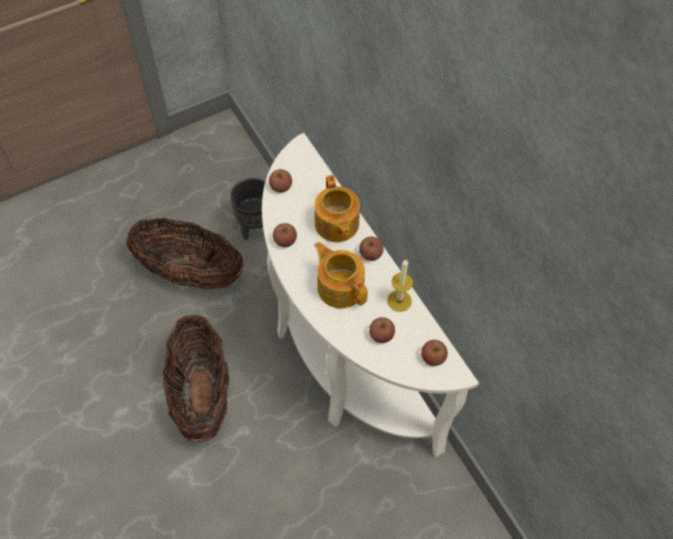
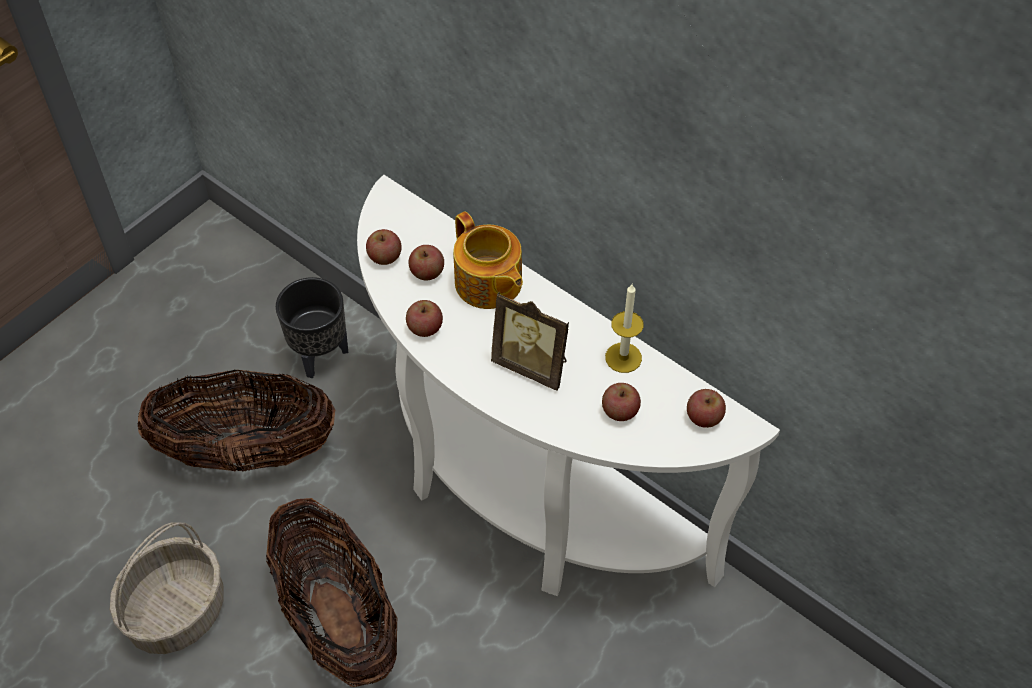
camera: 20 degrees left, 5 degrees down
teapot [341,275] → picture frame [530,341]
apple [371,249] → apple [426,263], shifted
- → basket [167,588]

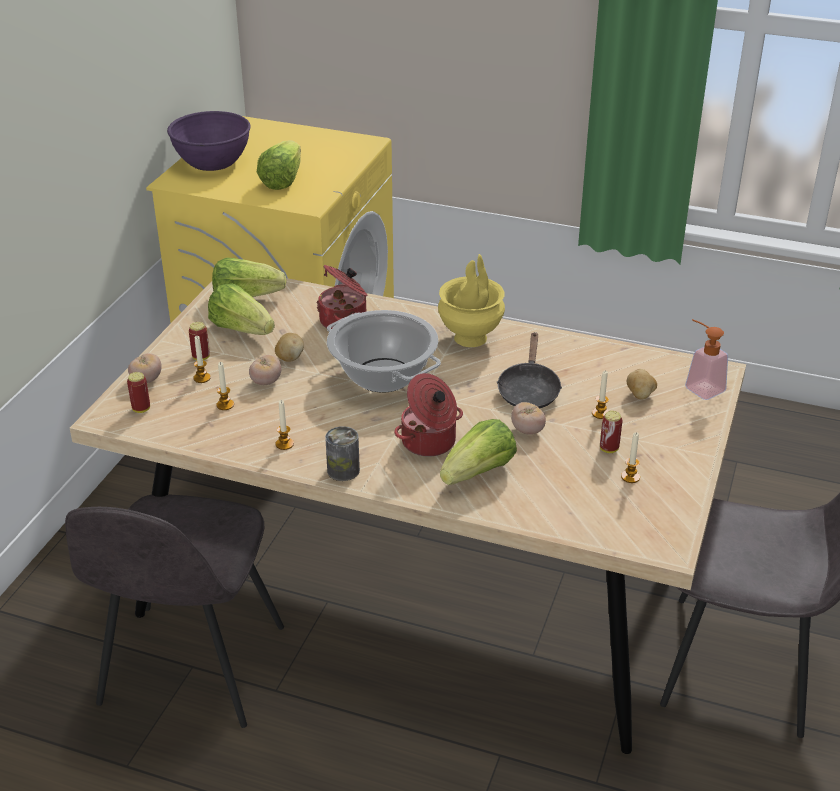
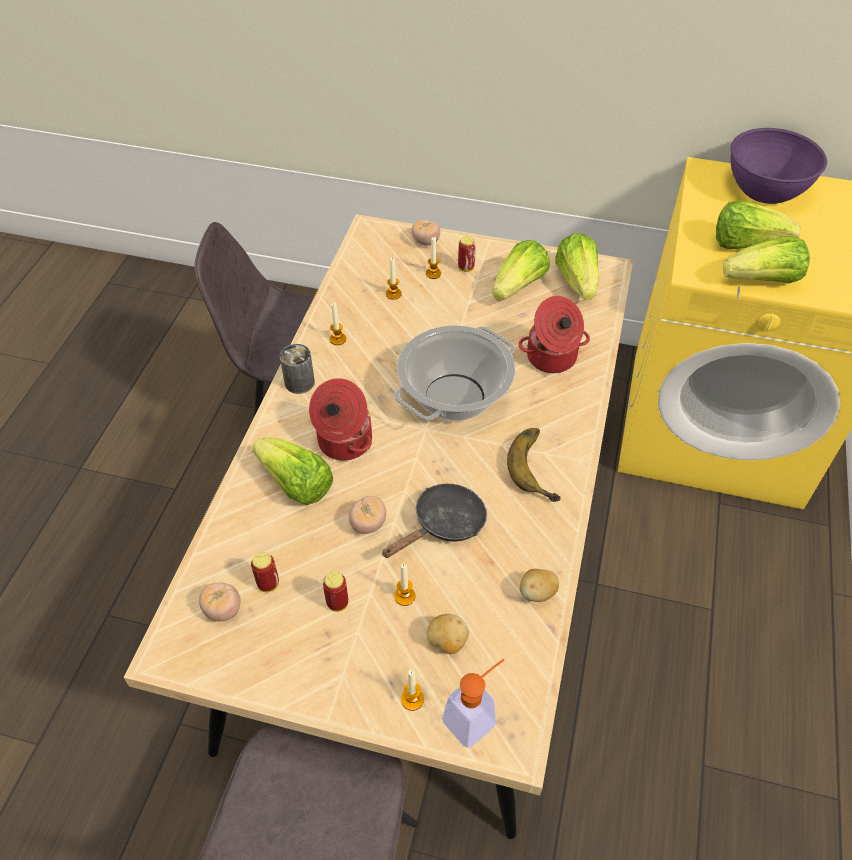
camera: 85 degrees right, 15 degrees up
can [138,392] → can [265,572], shifted
tomato [265,370] → tomato [220,602], shifted
potato [289,347] → potato [539,585], shifted
yellow vase [471,300] → banana [534,465]
black frying pan [529,370] → black frying pan [434,521], 135 degrees clockwise
candle [630,457] → candle [412,690], shifted
- → lettuce [766,260]

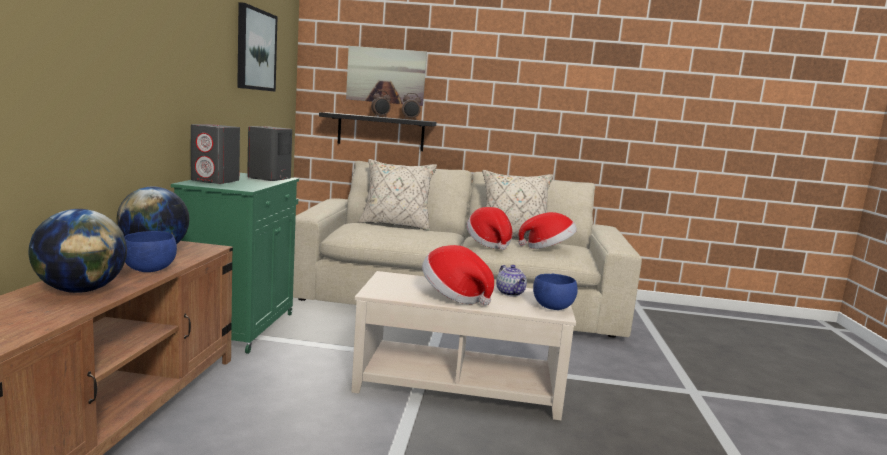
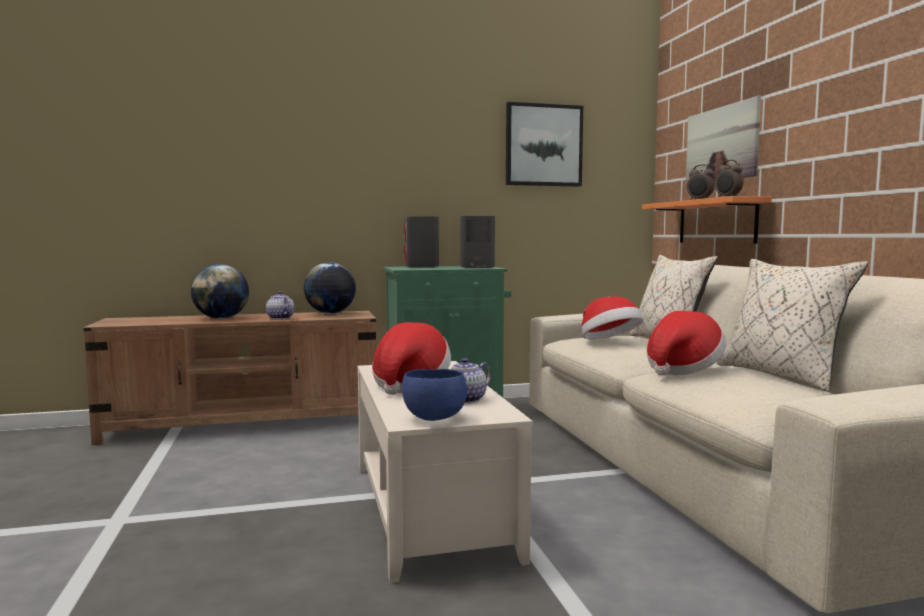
camera: 70 degrees right, 5 degrees down
blue bowl [151,251] → teapot [280,305]
black shelf [377,131] → orange shelf [707,220]
hat [547,230] → hat [612,318], shifted

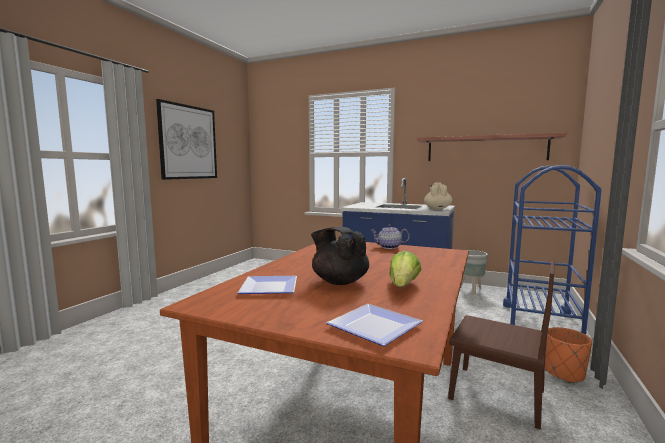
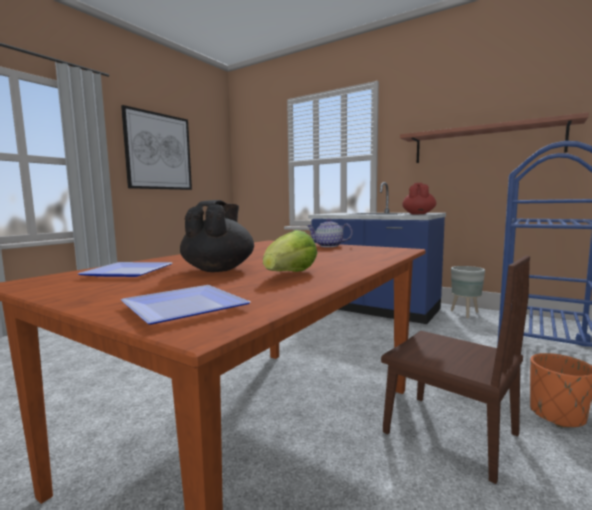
camera: 10 degrees right, 0 degrees up
black teapot [340,256] → black teapot [217,236], 45 degrees clockwise
beige teapot [438,196] → red teapot [419,198]

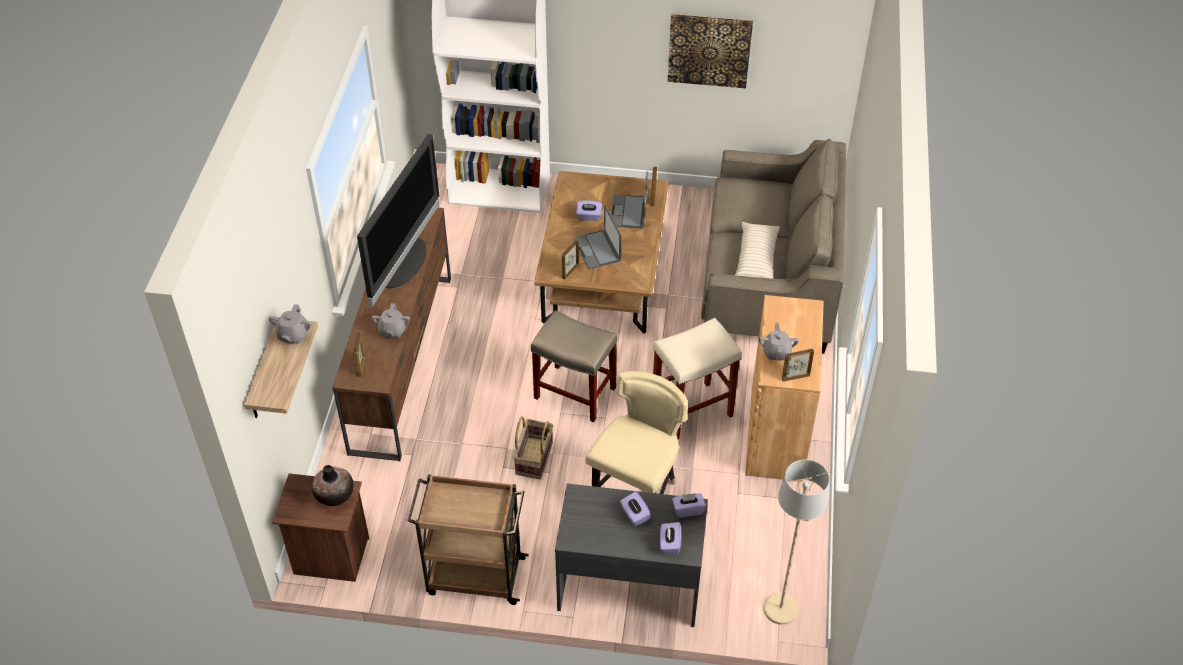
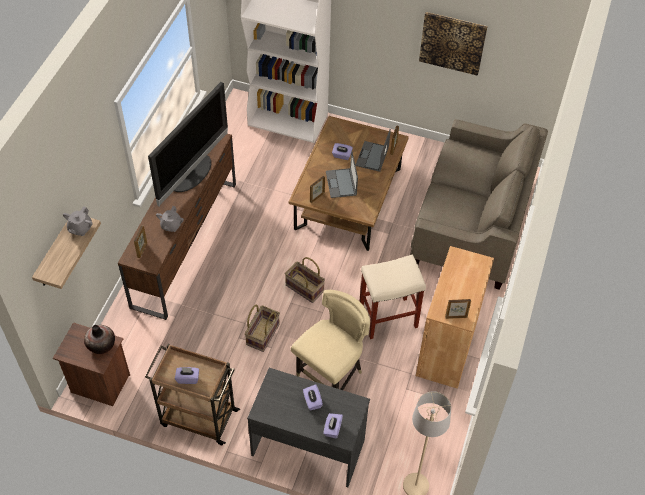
camera: 10 degrees right, 5 degrees up
beige stool [574,366] → basket [305,280]
purple tissue box [689,505] → purple tissue box [187,375], shifted
beige pillow [757,250] → -
grey teapot [778,342] → -

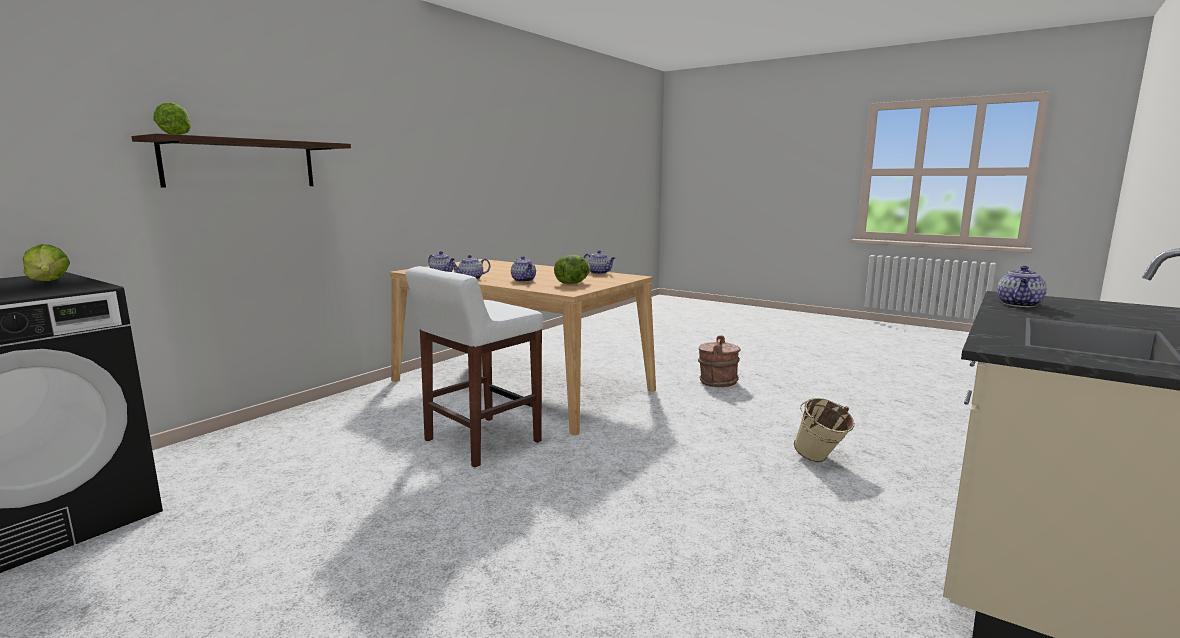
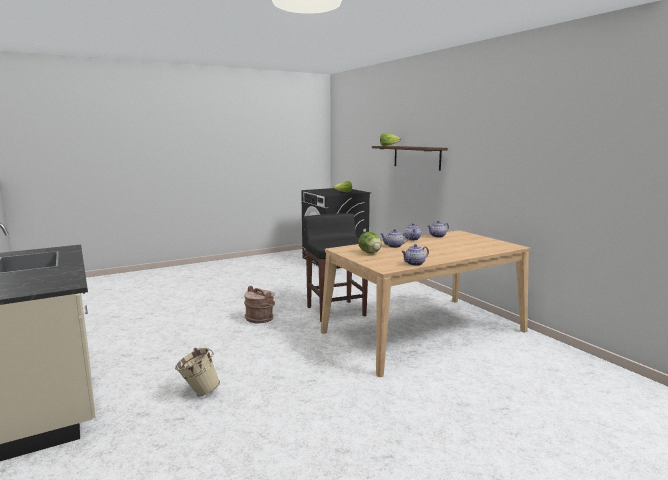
camera: 115 degrees right, 0 degrees up
white stool [474,366] → black stool [335,267]
brown bucket [719,361] → brown bucket [259,304], shifted
teapot [1022,286] → -

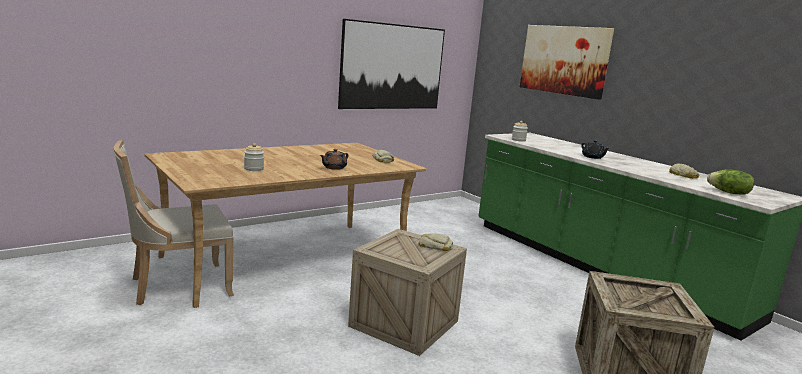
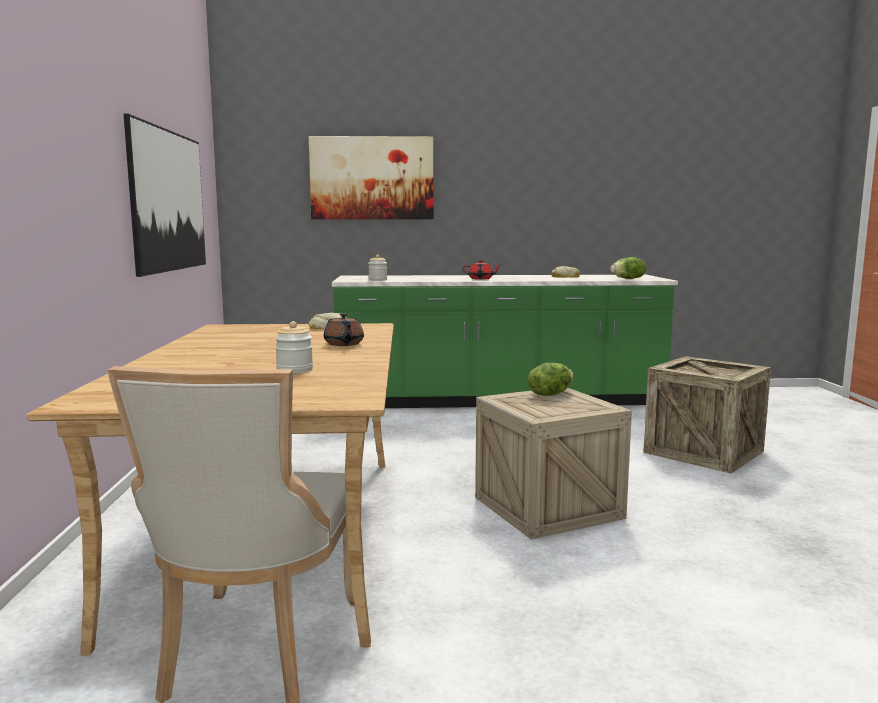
camera: 55 degrees left, 5 degrees down
bread [436,242] → lettuce [550,379]
black teapot [595,149] → red teapot [481,270]

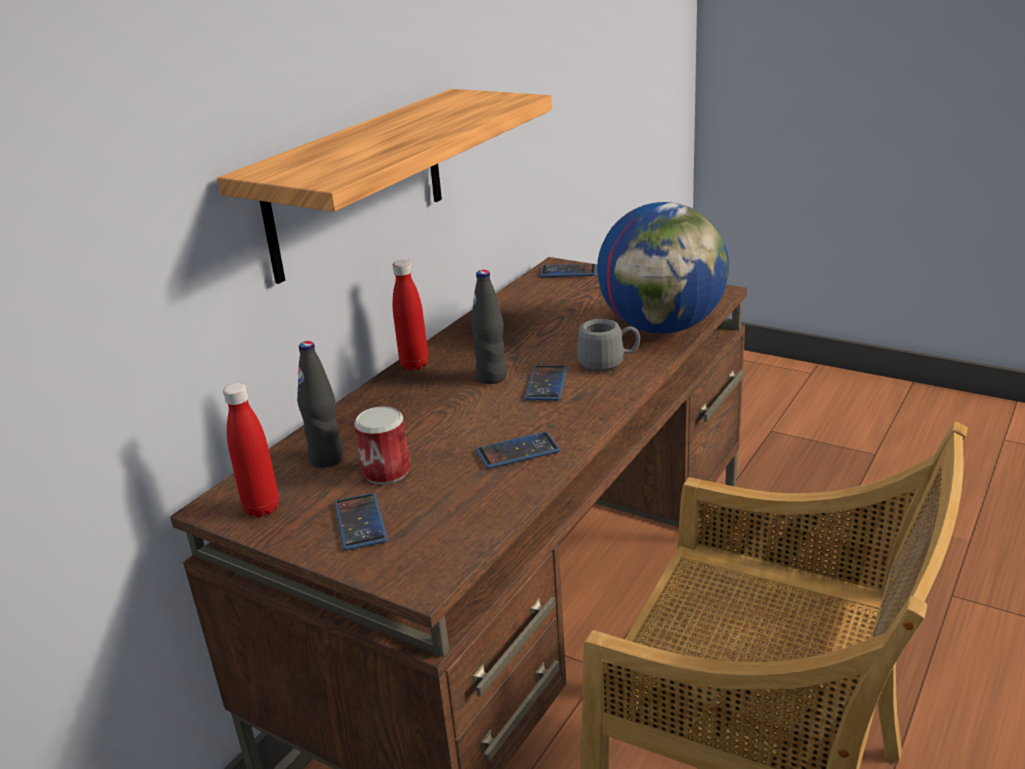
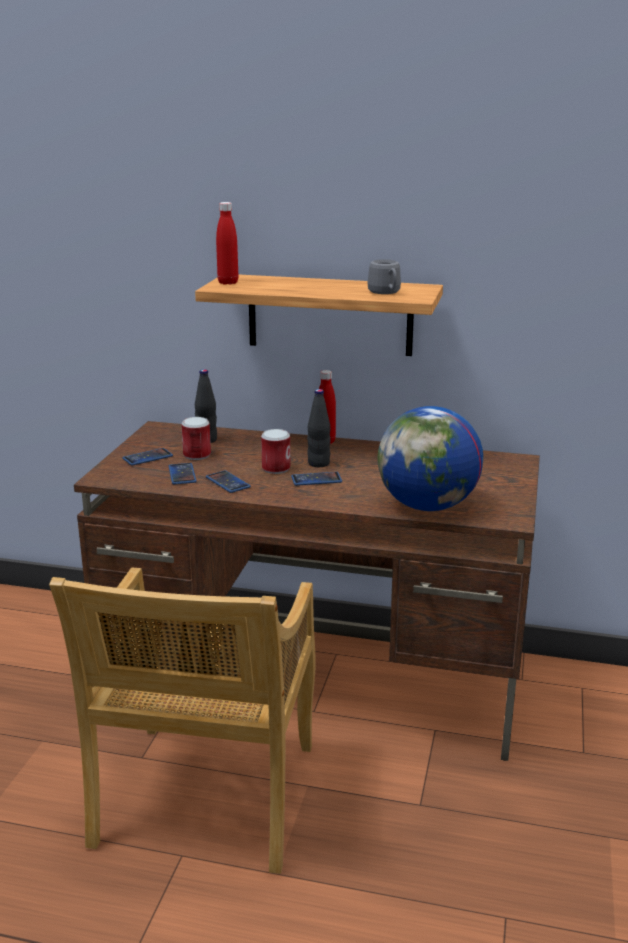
camera: 70 degrees right, 5 degrees down
red bottle [251,450] → red bottle [227,243], shifted
phone [568,270] → phone [183,473], shifted
grey mug [608,345] → grey mug [384,276], shifted
- → can [275,451]

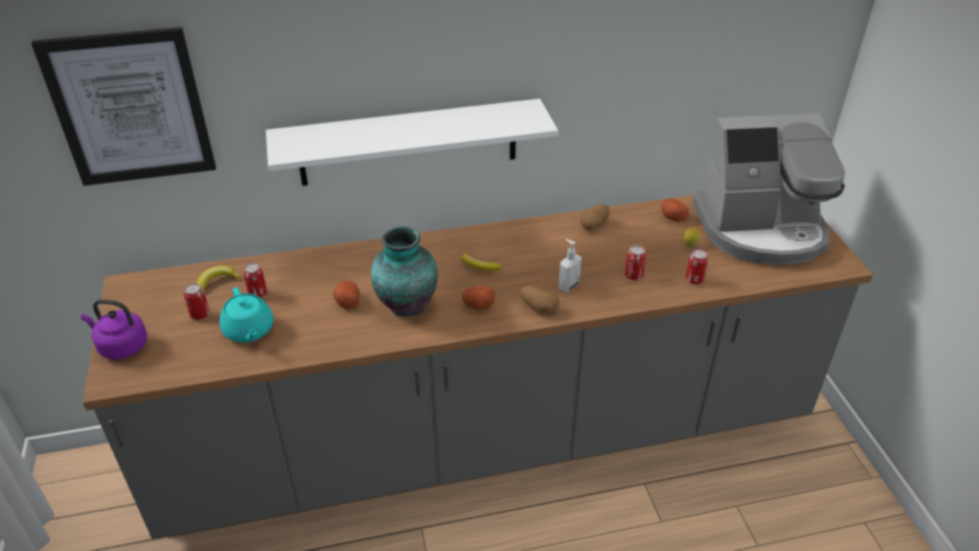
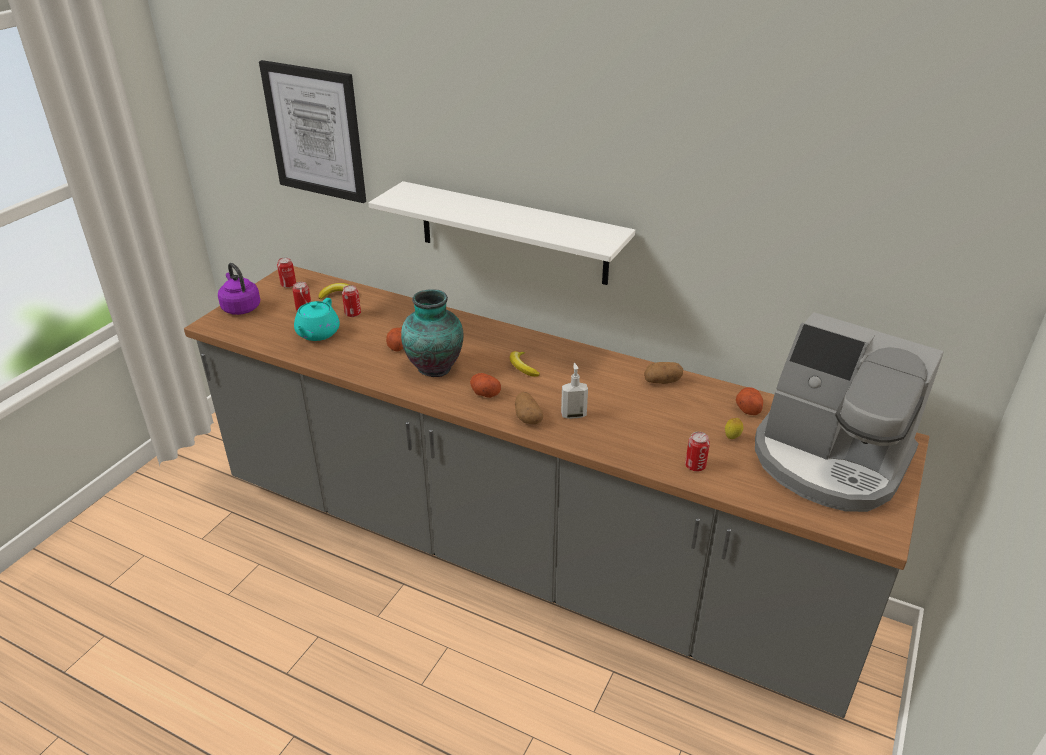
camera: 40 degrees right, 5 degrees down
can [635,262] → can [286,272], shifted

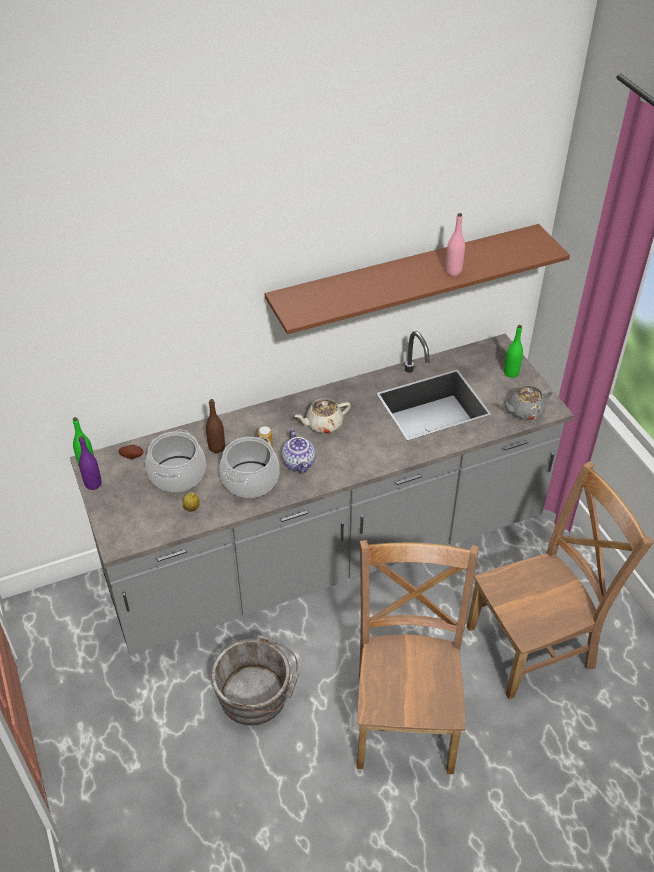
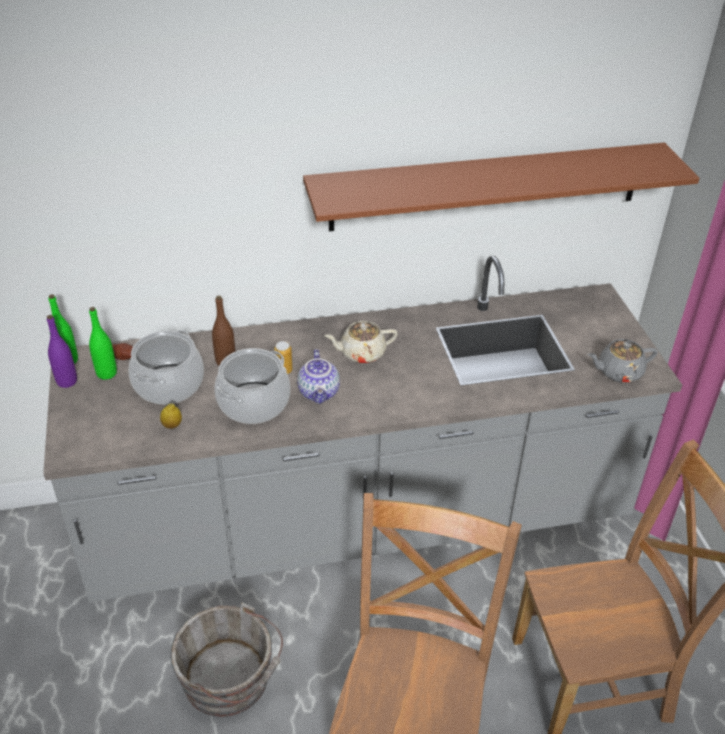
camera: 10 degrees right, 5 degrees down
pink bottle [455,244] → -
green bottle [513,351] → green bottle [103,343], shifted

